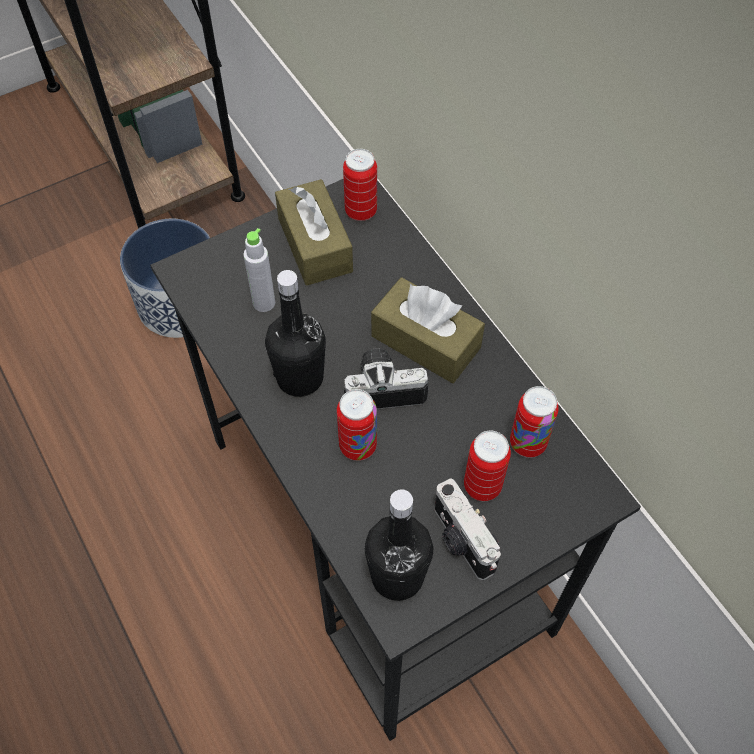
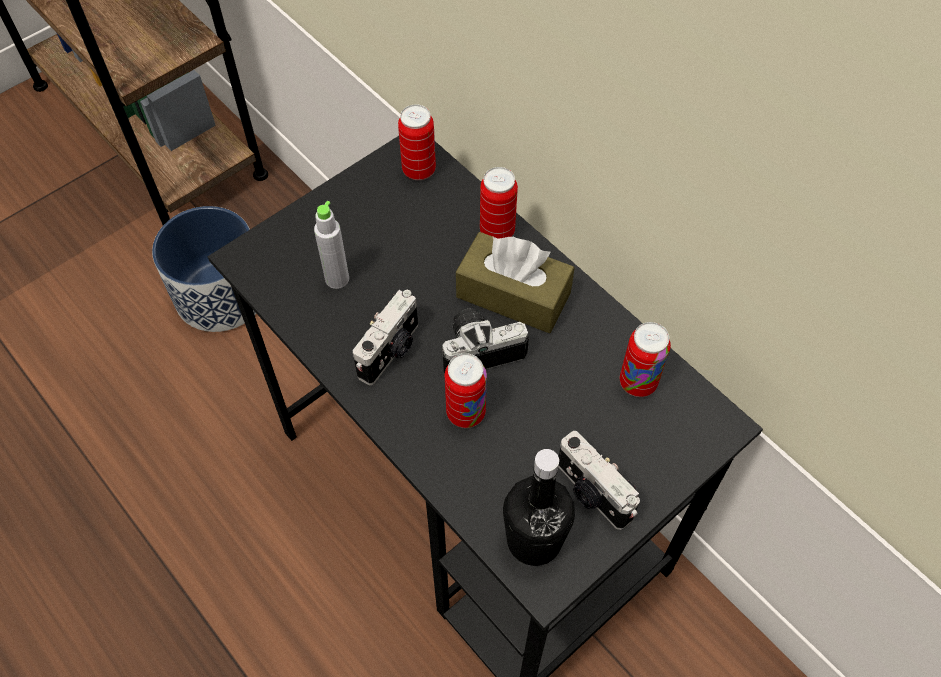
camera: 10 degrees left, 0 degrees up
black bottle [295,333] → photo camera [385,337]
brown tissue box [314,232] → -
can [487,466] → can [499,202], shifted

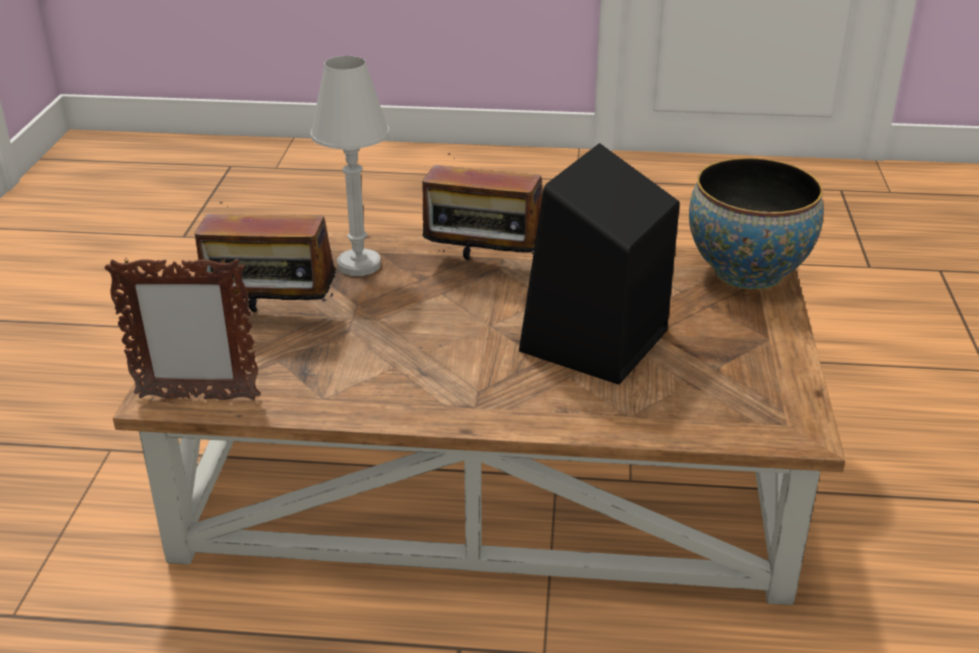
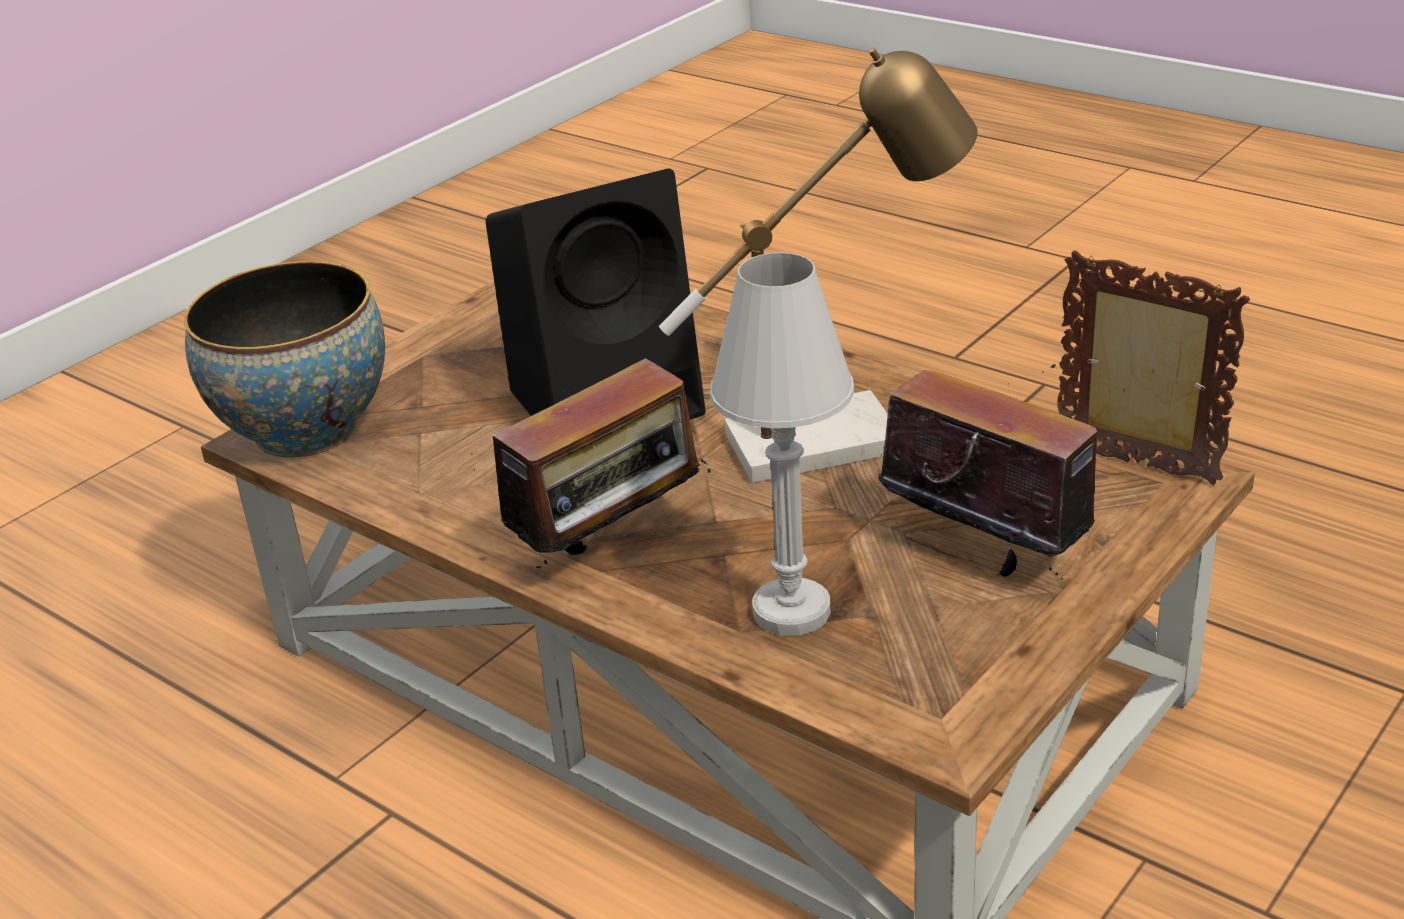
camera: 145 degrees left, 0 degrees up
radio [482,206] → radio [591,466], 90 degrees clockwise
- → table lamp [818,265]

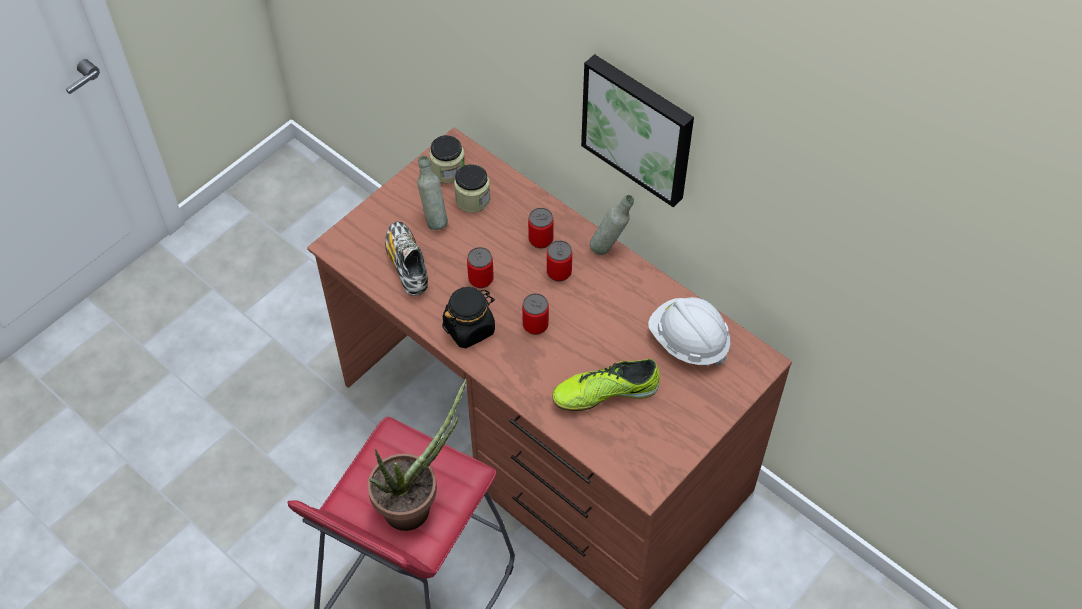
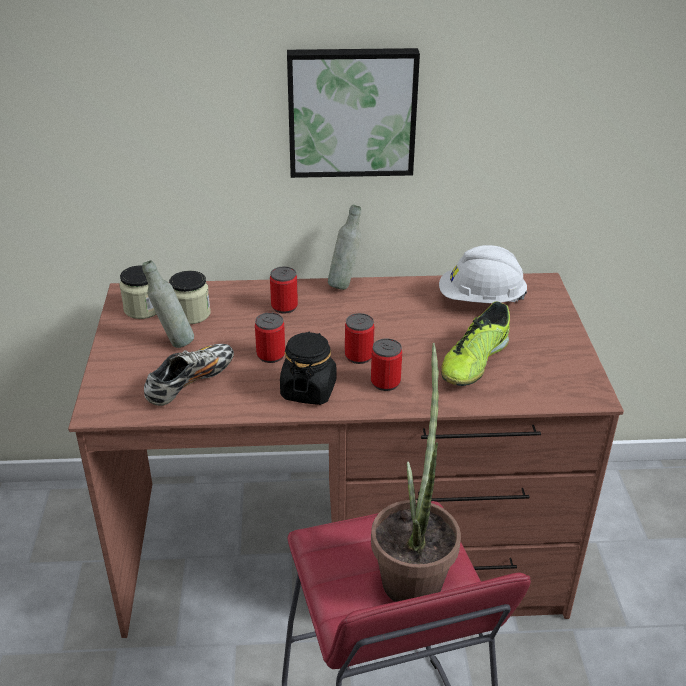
camera: 45 degrees left, 20 degrees down
shoe [406,259] → shoe [189,375], 105 degrees clockwise
can [559,260] → can [386,365], shifted

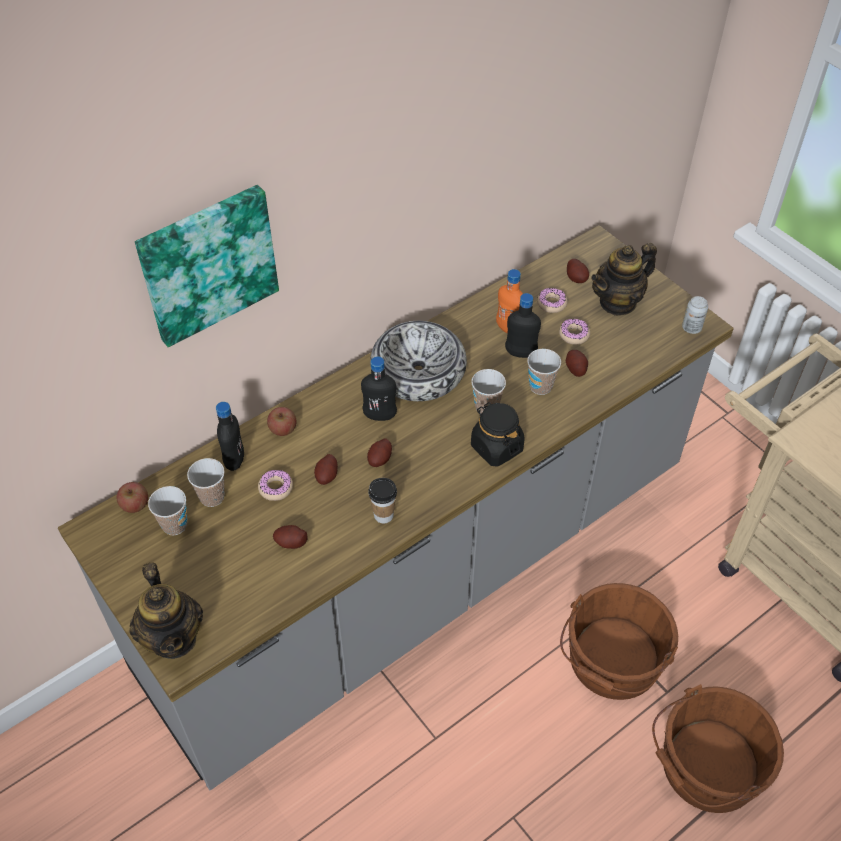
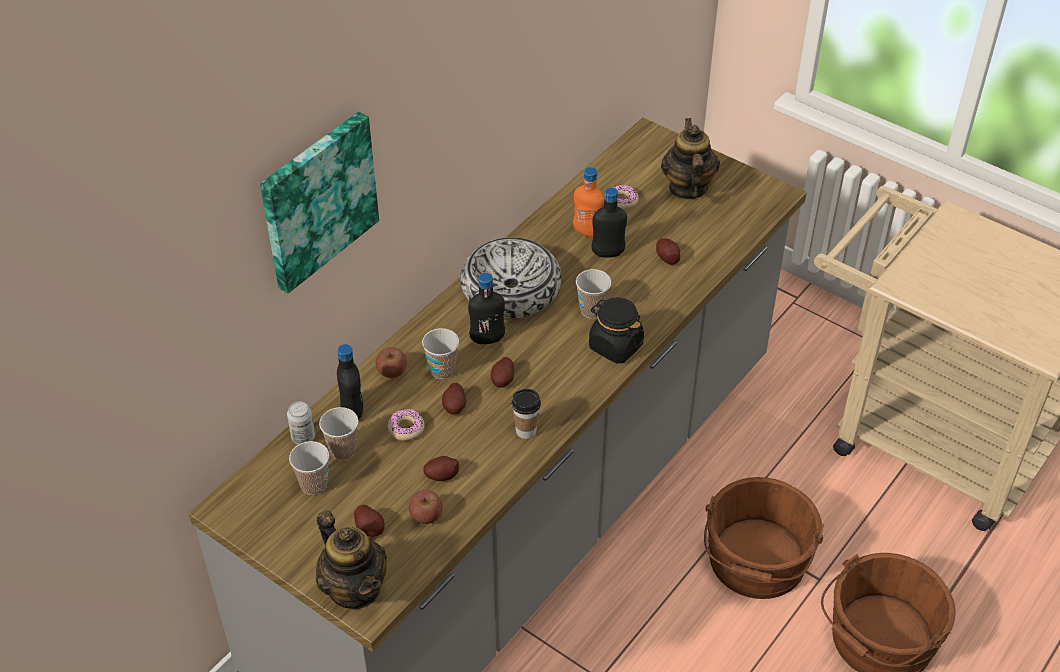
camera: 15 degrees left, 5 degrees down
apple [132,497] → apple [426,507], shifted
cup [544,372] → cup [440,353], shifted
donut [574,332] → -
potato [578,271] → potato [369,521], shifted
teapot [624,279] → teapot [690,159], 135 degrees clockwise
can [695,315] → can [301,423], shifted

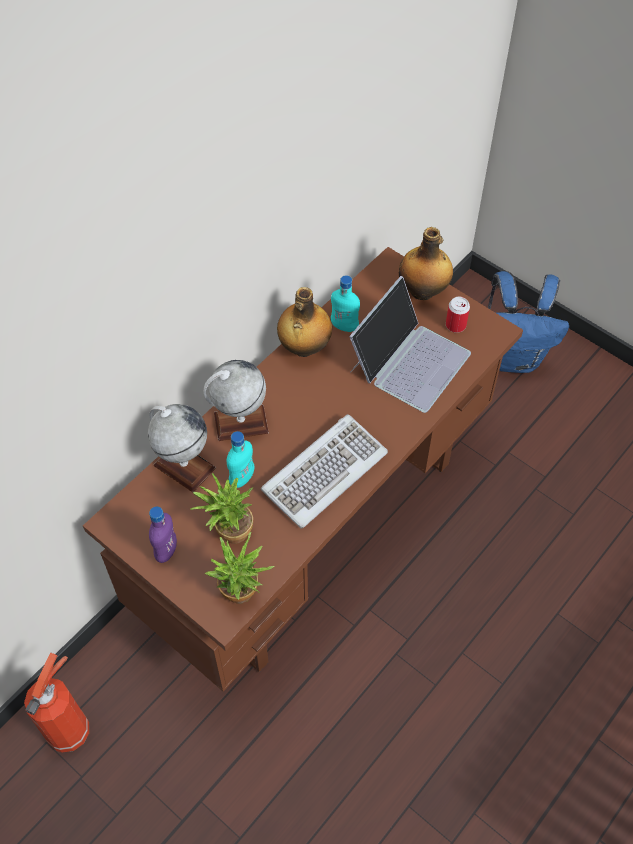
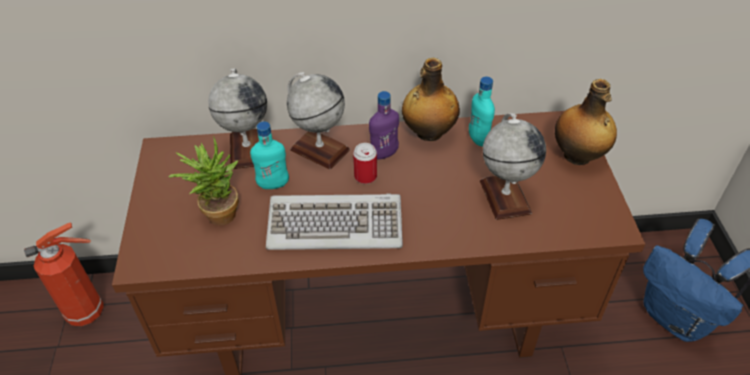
camera: 45 degrees right, 10 degrees down
purple bottle [163,535] → purple bottle [384,125], shifted
potted plant [240,568] → -
laptop [410,344] → globe [513,166]
can [458,315] → can [365,163], shifted

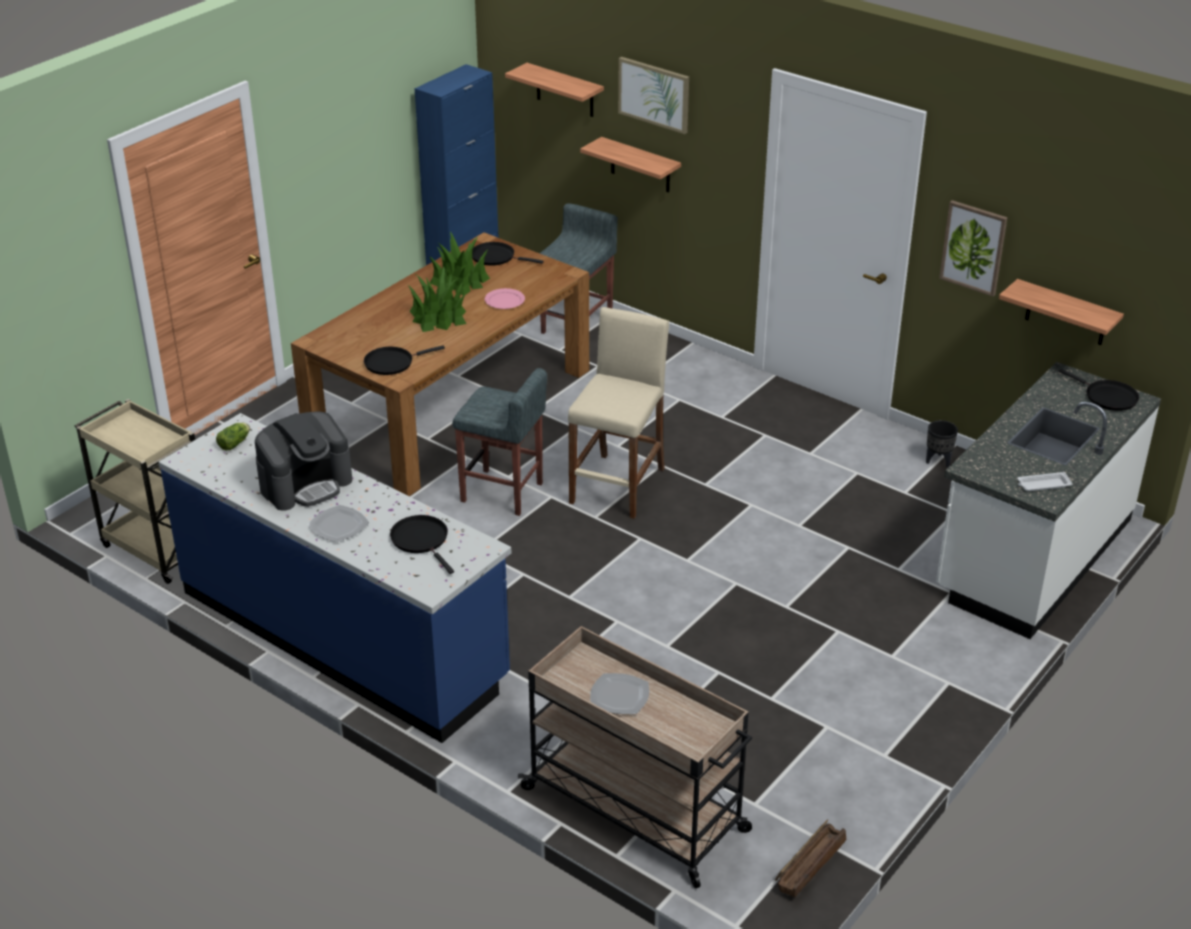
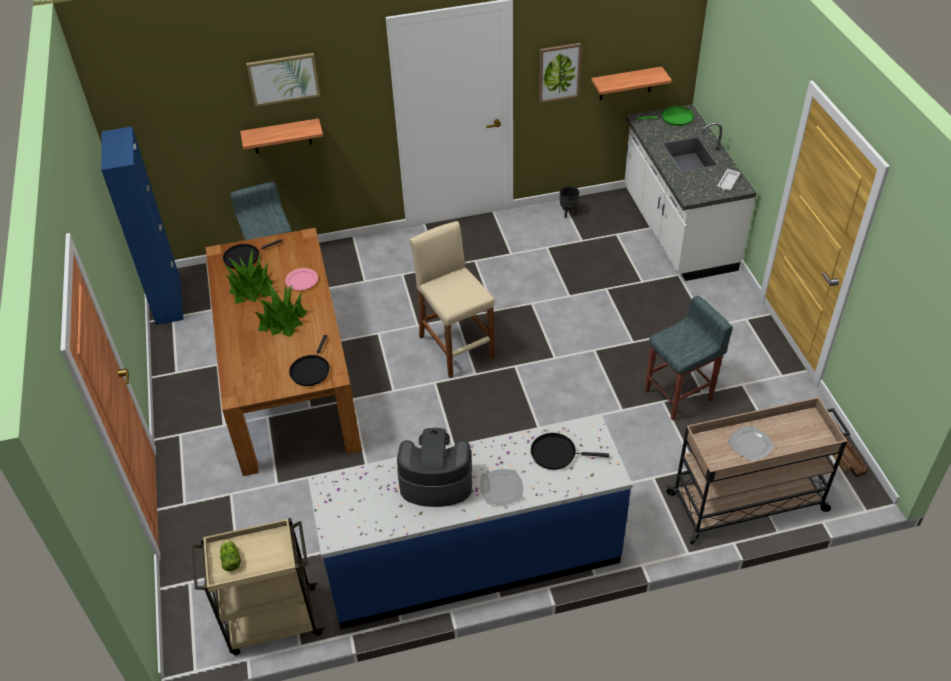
camera: 50 degrees left, 10 degrees up
lettuce [233,436] → lettuce [230,555], shifted
coffee machine [303,461] → coffee machine [434,467], 90 degrees counterclockwise
grey stool [499,442] → grey stool [689,358], shifted
shelf [554,90] → -
black frying pan [1099,390] → green frying pan [666,116]

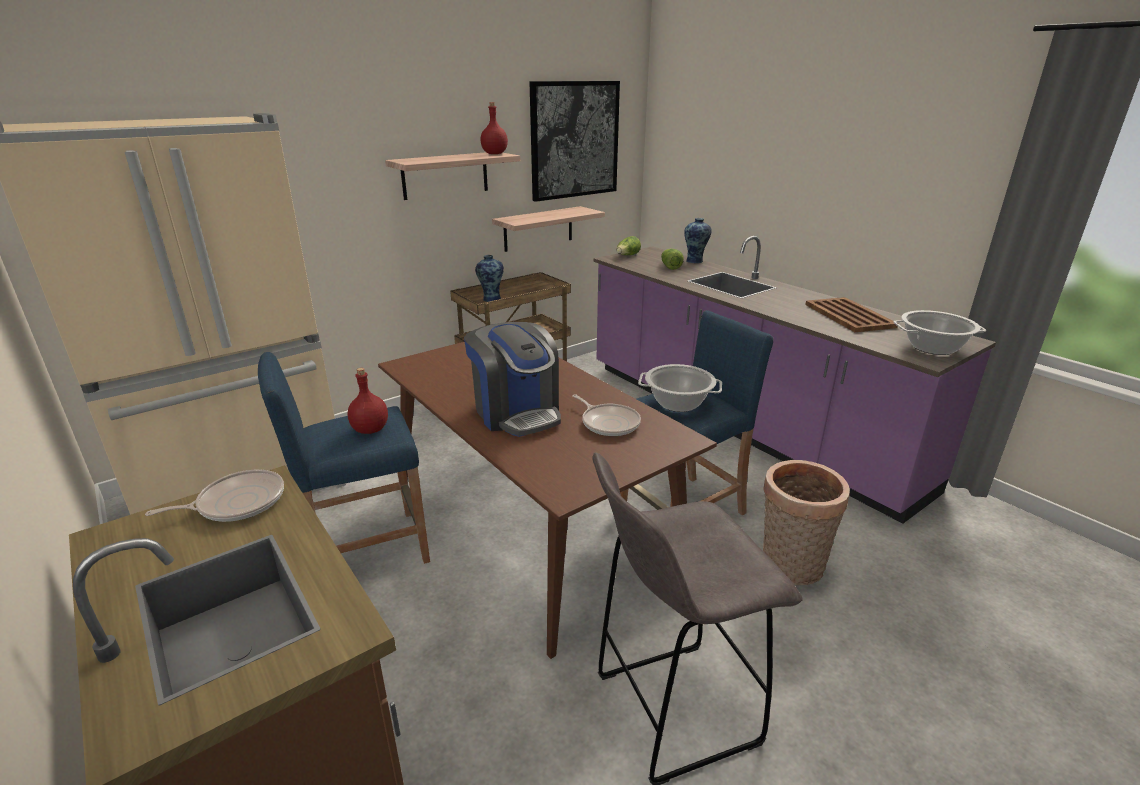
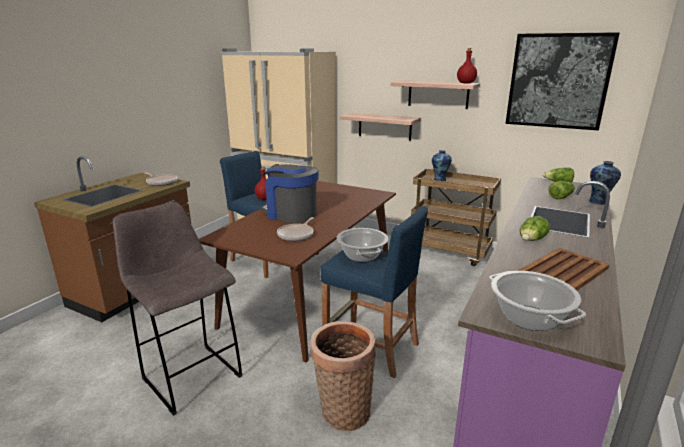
camera: 65 degrees right, 5 degrees down
coffee machine [512,379] → coffee machine [290,193], 90 degrees clockwise
shelf [548,229] → shelf [380,127], shifted
- → lettuce [535,228]

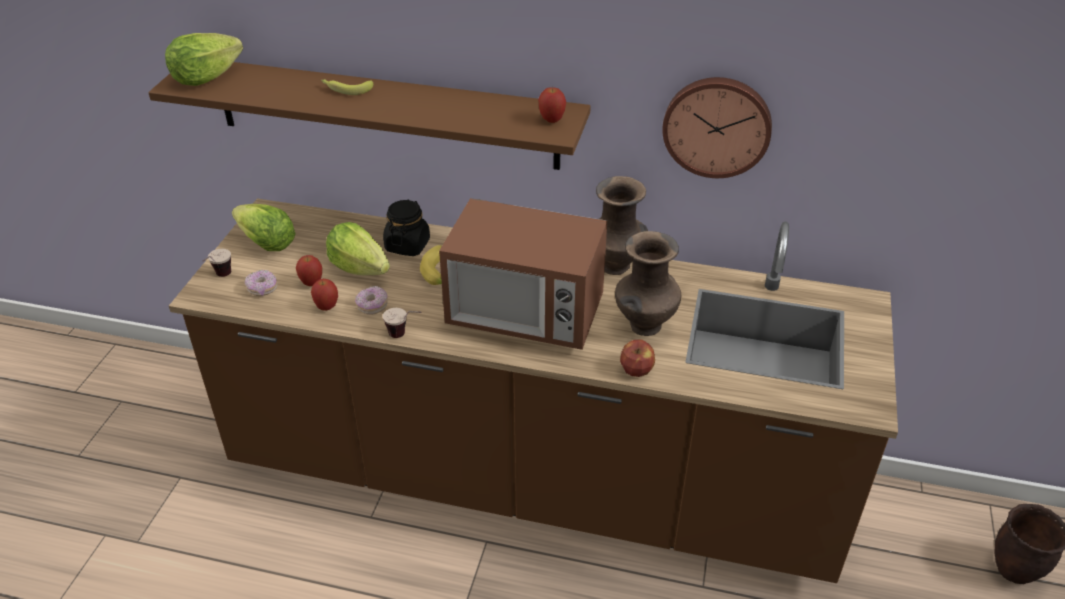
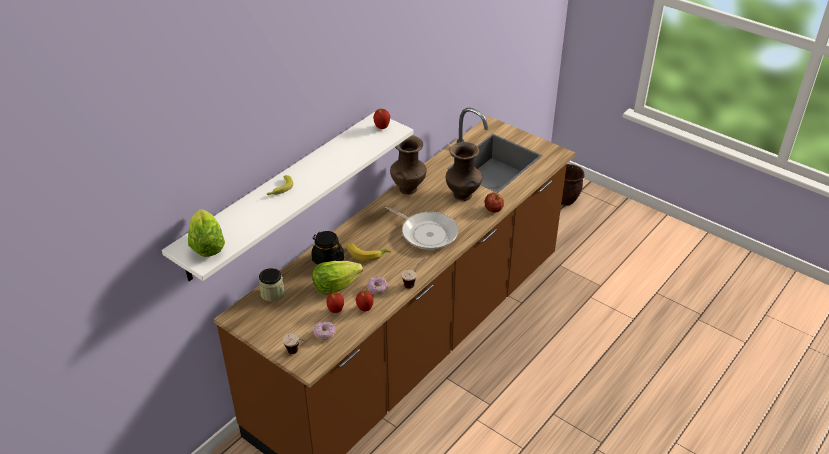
camera: 65 degrees left, 0 degrees up
brown shelf [369,116] → white shelf [288,196]
lettuce [264,227] → -
microwave [523,274] → frying pan [421,228]
wall clock [717,127] → -
- → jar [272,285]

